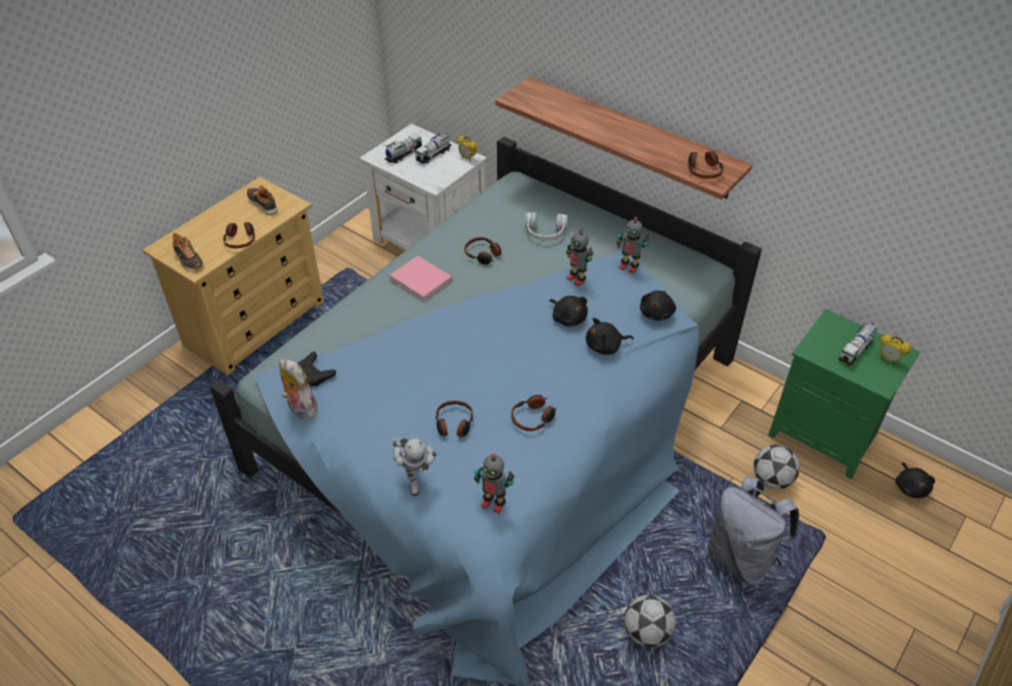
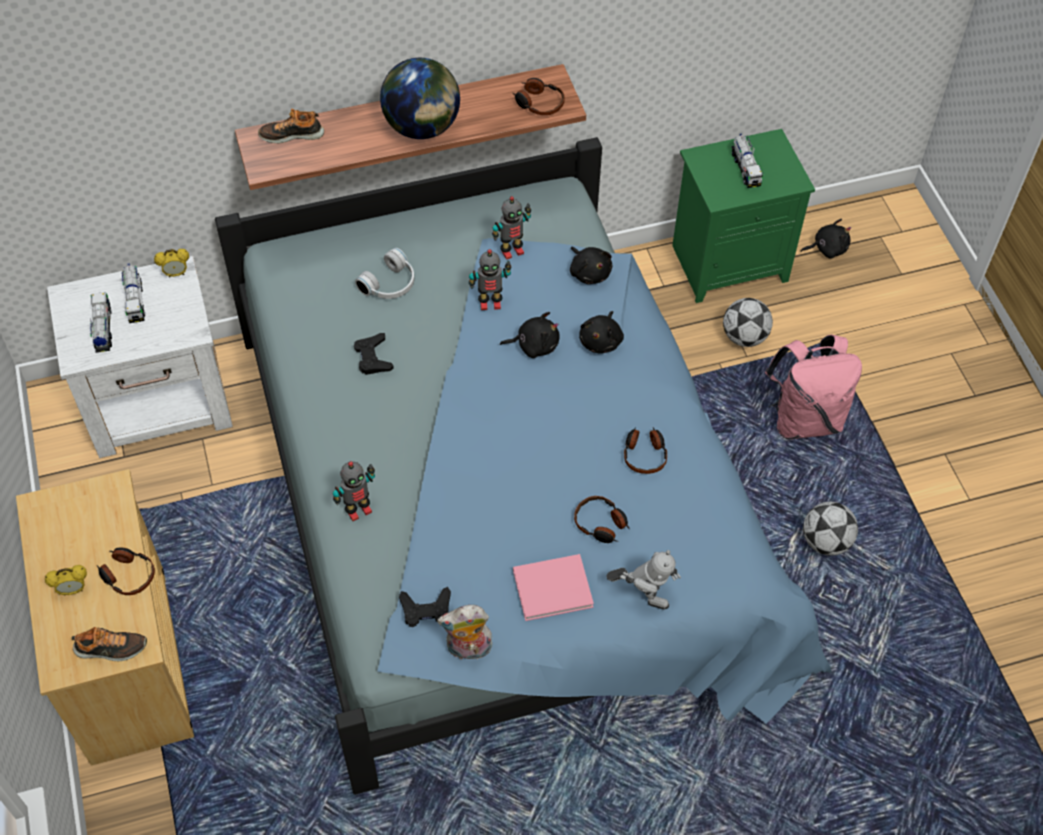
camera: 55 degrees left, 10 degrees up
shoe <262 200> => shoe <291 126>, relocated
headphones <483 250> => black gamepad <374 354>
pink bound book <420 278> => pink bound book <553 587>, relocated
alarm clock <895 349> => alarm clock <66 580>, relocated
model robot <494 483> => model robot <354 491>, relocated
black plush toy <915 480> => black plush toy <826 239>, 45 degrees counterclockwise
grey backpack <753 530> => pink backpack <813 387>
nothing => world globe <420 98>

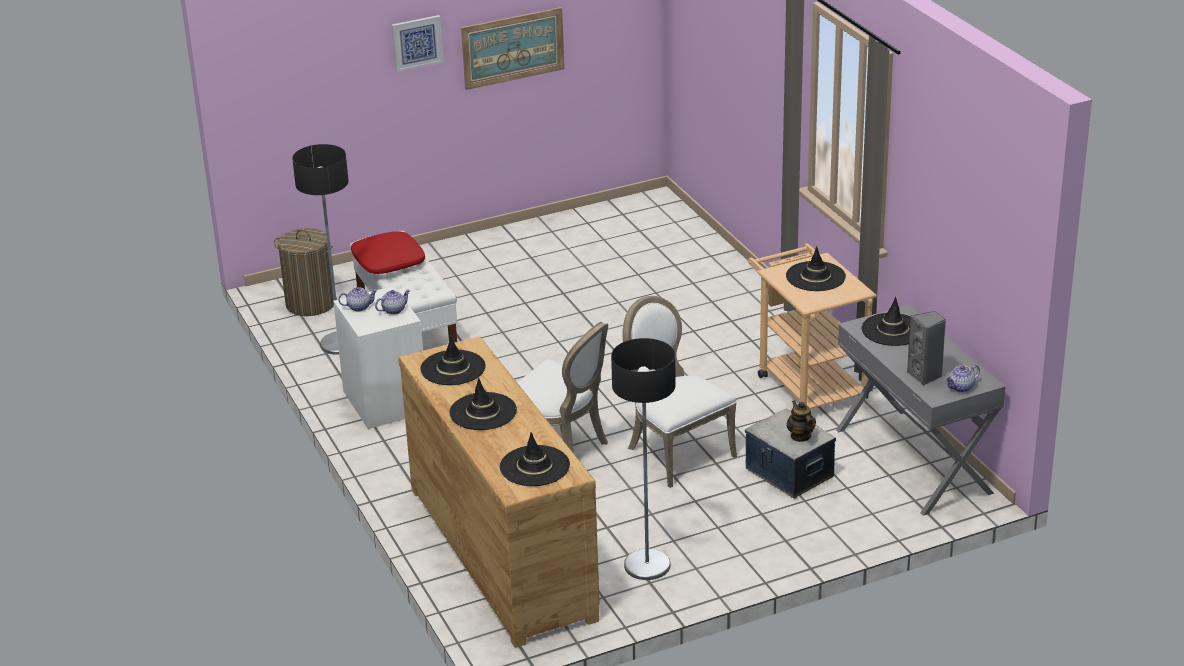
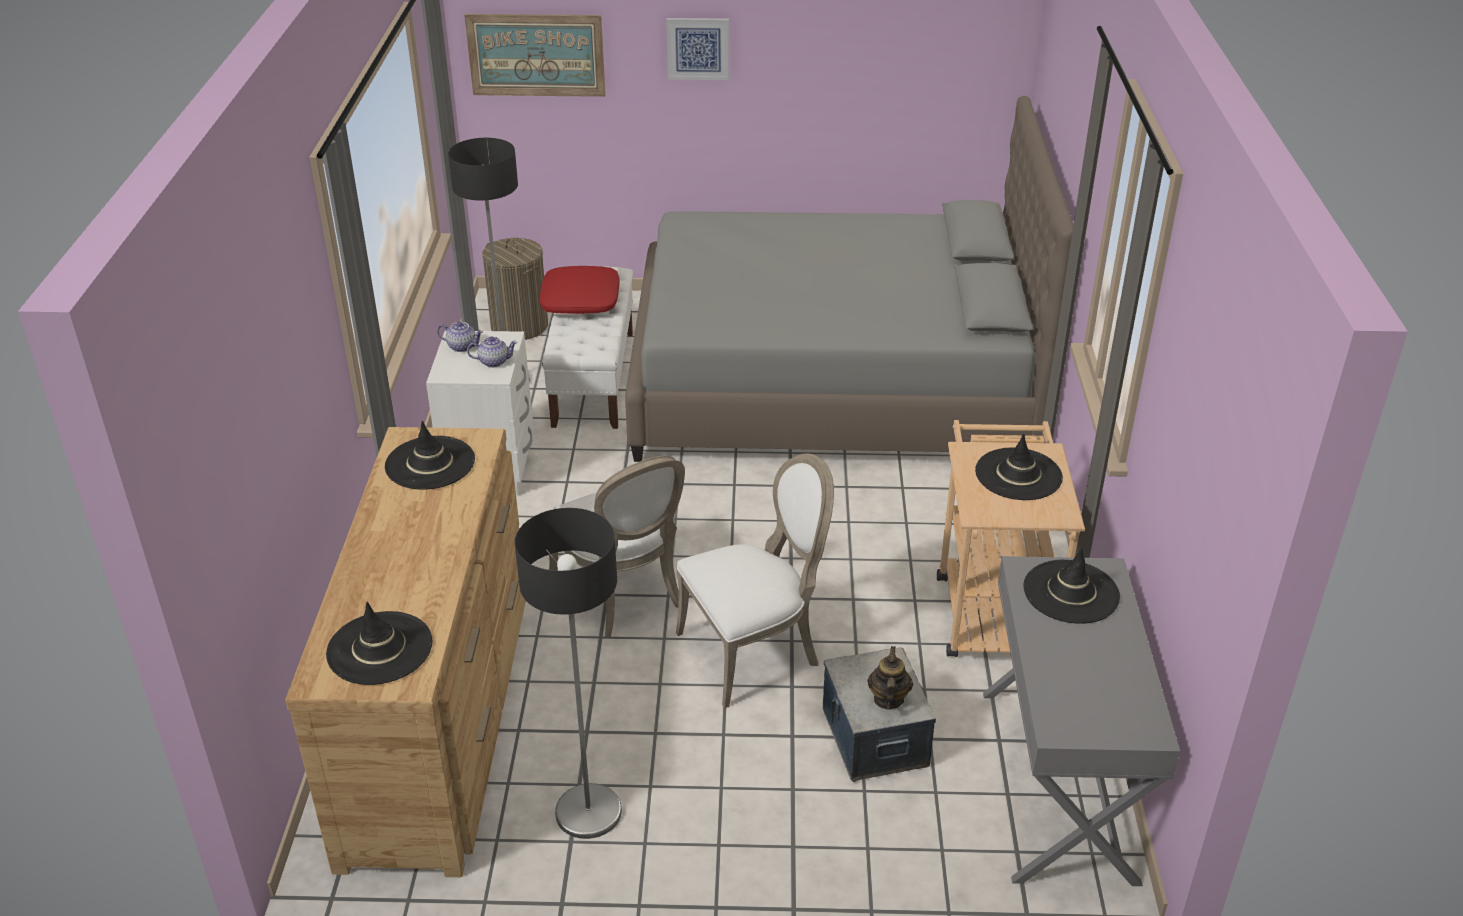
camera: 25 degrees right, 5 degrees up
picture <513 48> => picture <535 55>, relocated
white upright chair <680 392> => white upright chair <755 580>, 75 degrees clockwise
grey speaker <926 348> => nothing
tea pot <962 378> => nothing
black clothing hat <483 404> => nothing
nothing => grey bedroom bed <849 278>

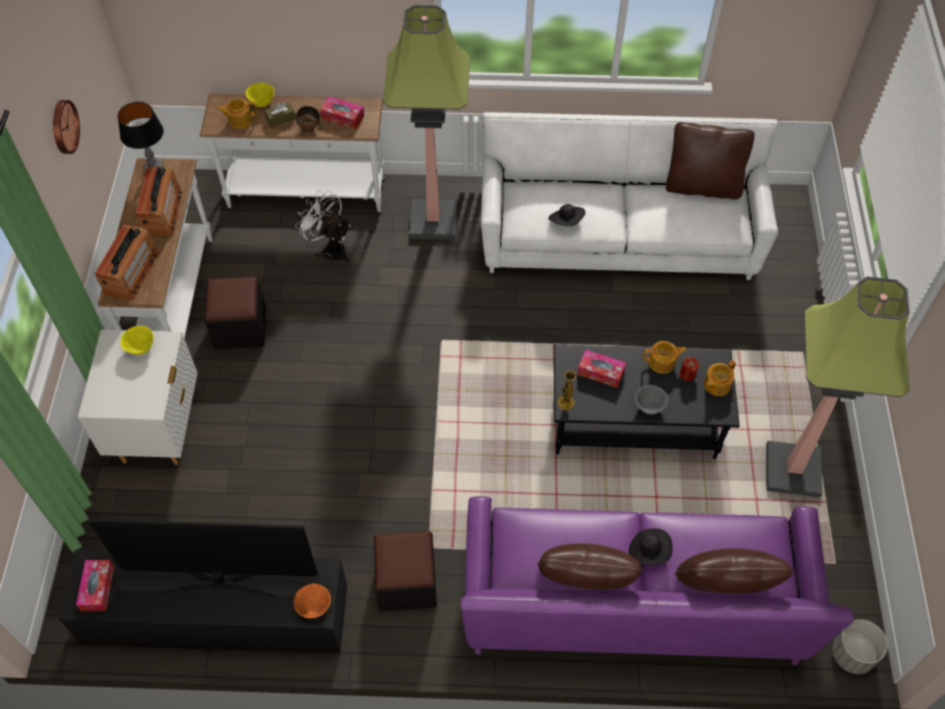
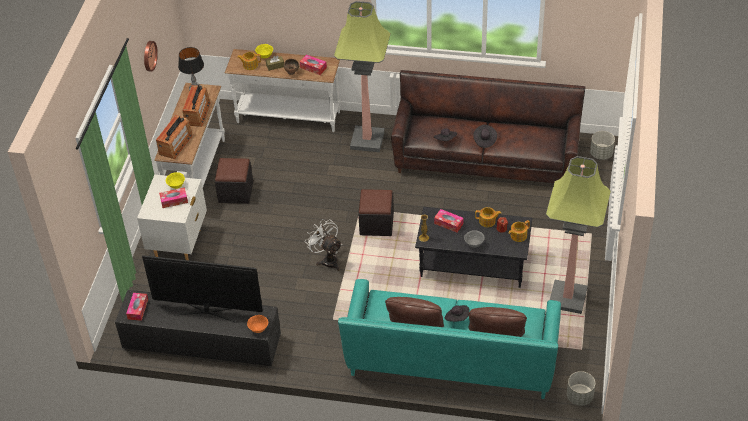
camera: 10 degrees right, 10 degrees down
white couch <629 196> => brown-coloured couch <488 126>
brown-coloured cushion <710 160> => nothing
white cooling fan <323 227> => white cooling fan <324 245>, relocated
purple-coloured couch <657 580> => blue-green couch <449 339>
black pouffe <405 571> => black pouffe <376 212>, relocated
nothing => black clothing hat <485 136>
nothing => grey plant pot <602 145>
nothing => tissue box <173 197>

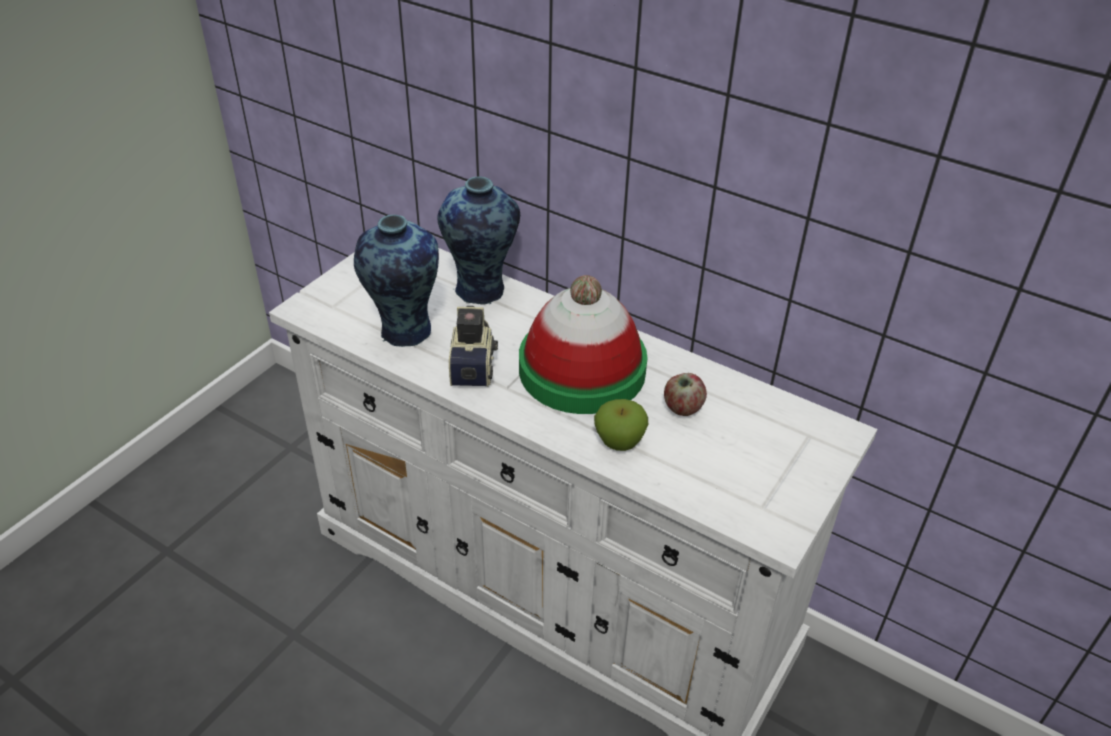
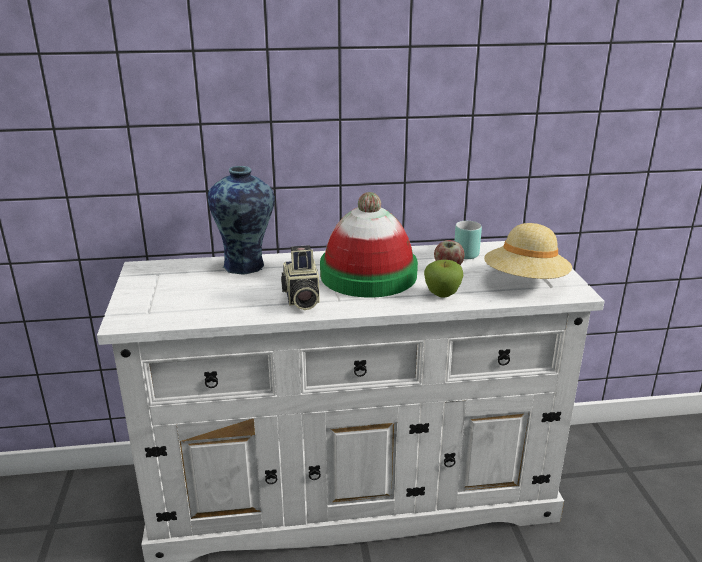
camera: 40 degrees left, 15 degrees down
flower vase <396 281> => nothing
photo camera <473 346> => photo camera <300 277>, 150 degrees counterclockwise
nothing => blue-green mug <468 240>
nothing => beige-coloured clothing hat <528 251>

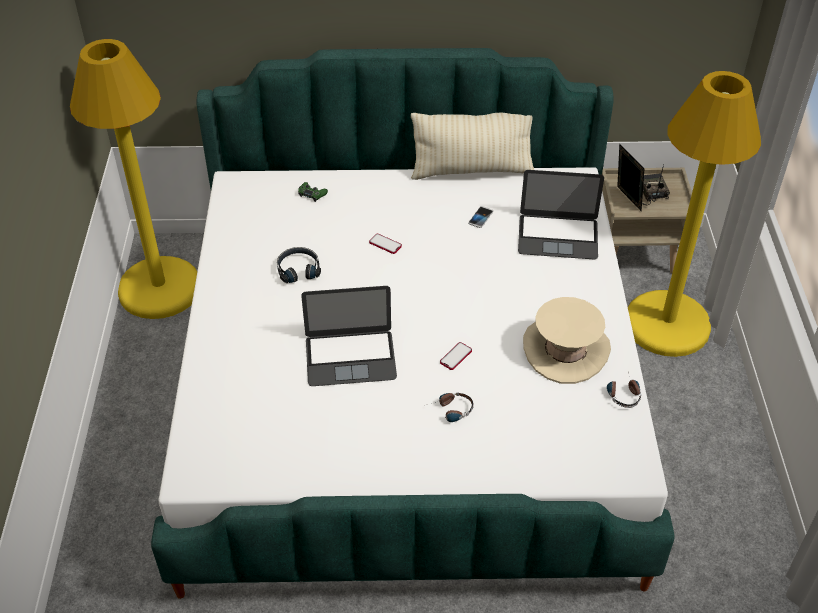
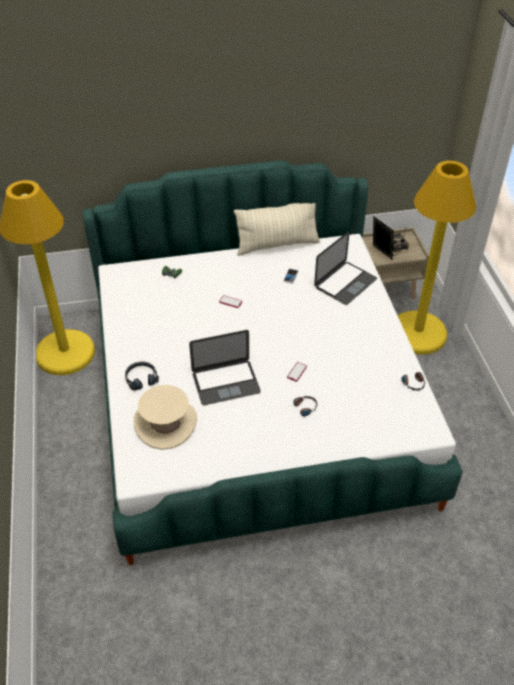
camera: 10 degrees left, 0 degrees up
notebook computer <561 214> => notebook computer <345 268>, 45 degrees counterclockwise
black headphones <299 265> => black headphones <142 376>, relocated
beige-coloured clothing hat <567 340> => beige-coloured clothing hat <165 417>, relocated

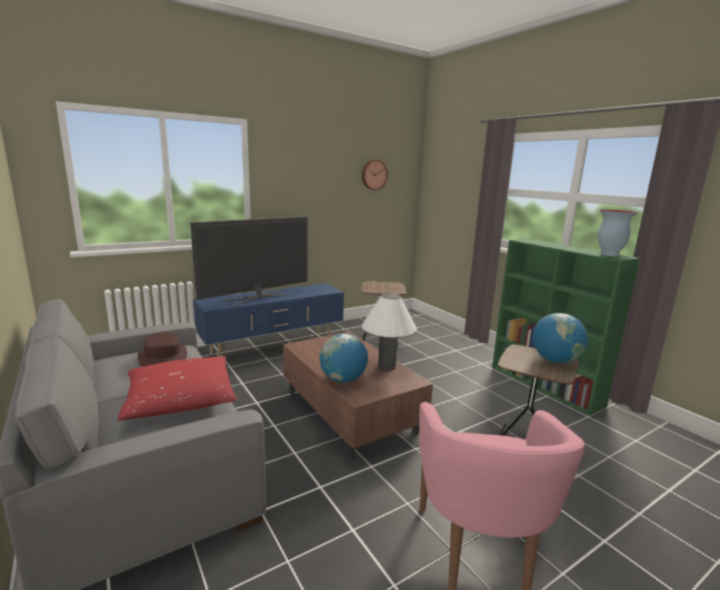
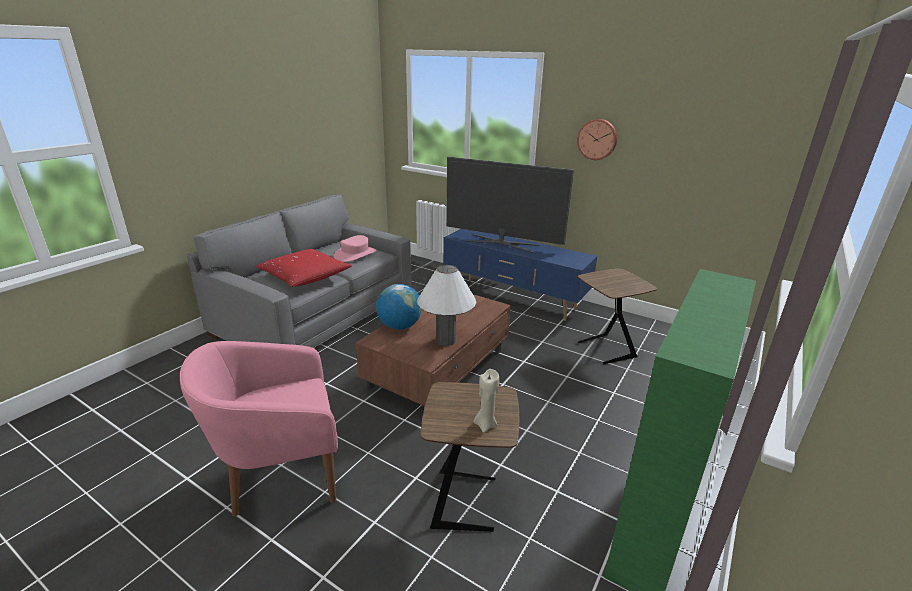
camera: 65 degrees right, 10 degrees up
wall clock <375 175> => wall clock <597 139>, relocated
flower vase <618 233> => nothing
world globe <560 338> => beige-coloured wax candle <486 401>
brown-coloured clothing hat <162 349> => pink clothing hat <355 248>

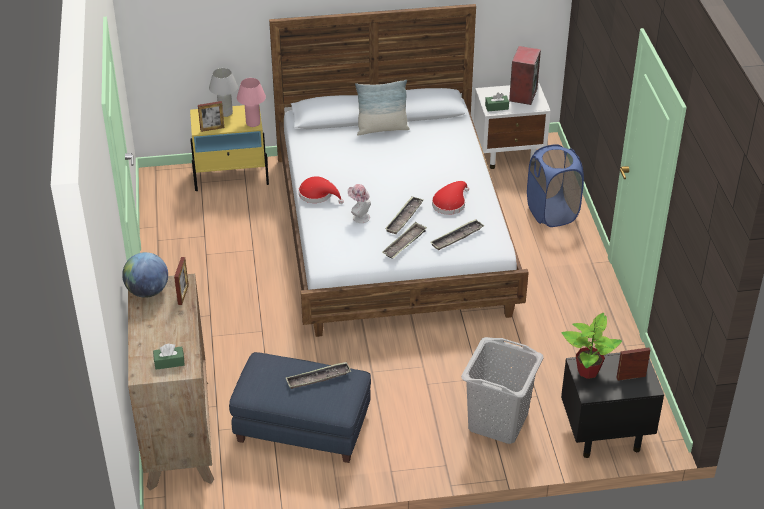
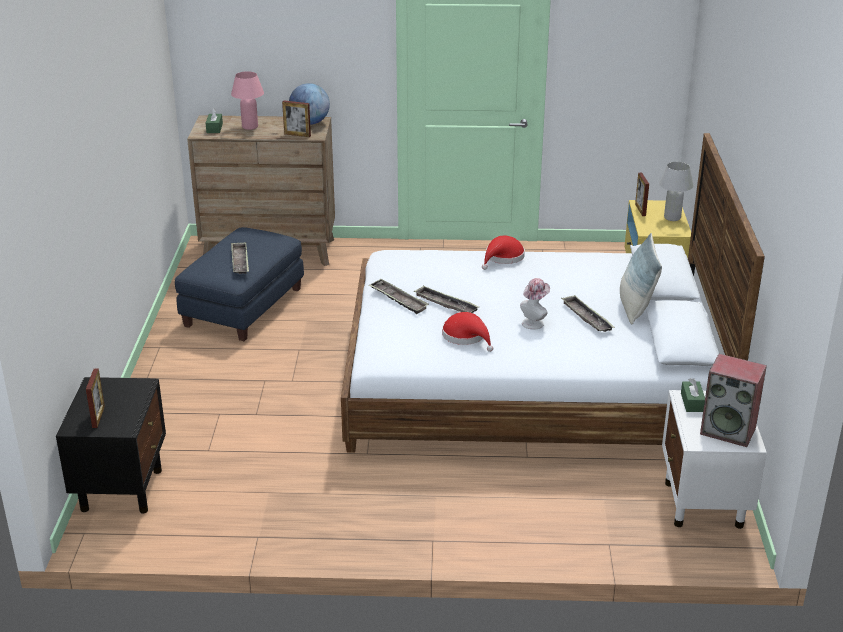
camera: 100 degrees right, 10 degrees down
pink tabletop lamp <251 102> => pink tabletop lamp <247 100>, relocated
blue laundry basket <555 185> => nothing
clothing hat <359 203> => clothing hat <535 304>, relocated
carrying tray <458 234> => carrying tray <588 313>, relocated
potted plant <592 346> => nothing
grey laundry basket <502 390> => nothing

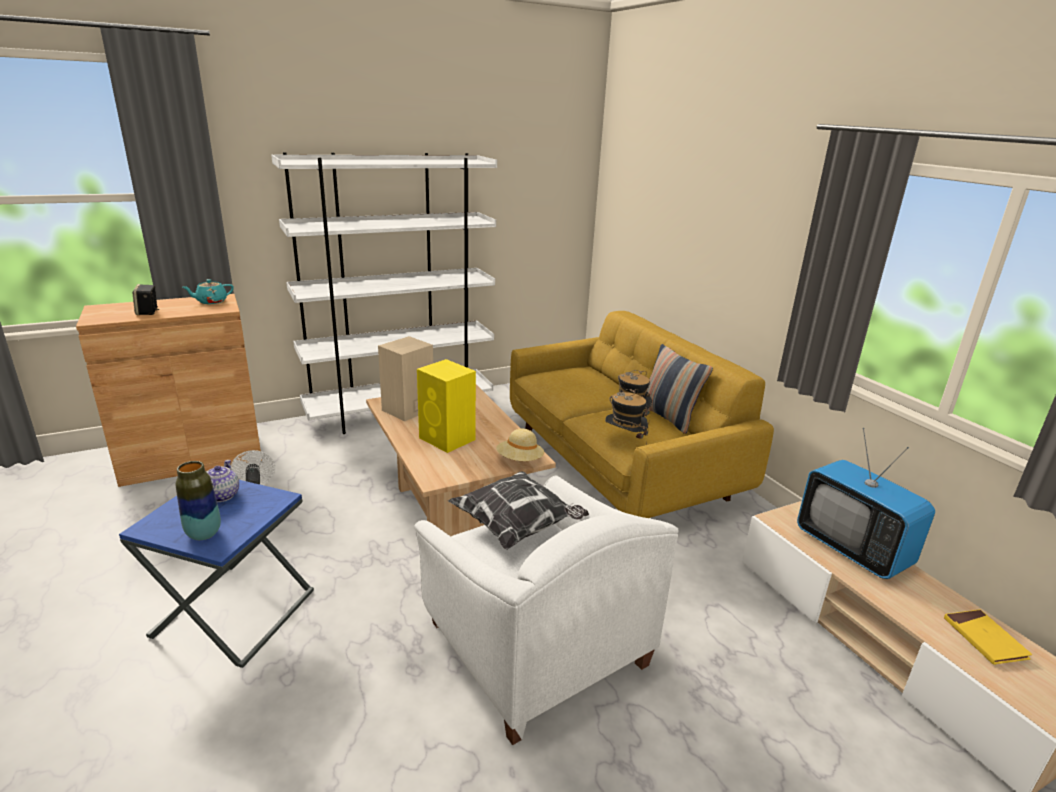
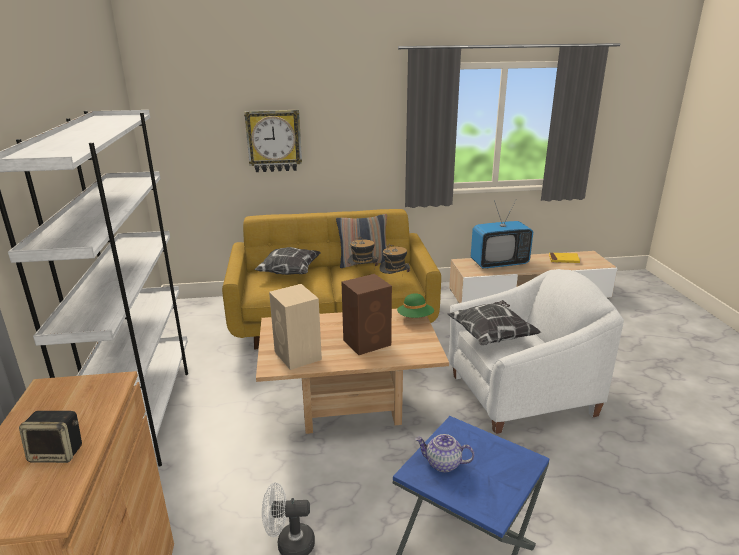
camera: 70 degrees left, 0 degrees up
blue-green tea pot <208 291> => nothing
yellowish speaker <446 406> => brown-coloured speaker <367 314>
beige-coloured clothing hat <520 445> => green clothing hat <415 305>
flower vase <198 500> => nothing
nothing => wall clock <273 141>
nothing => cushion <287 261>

